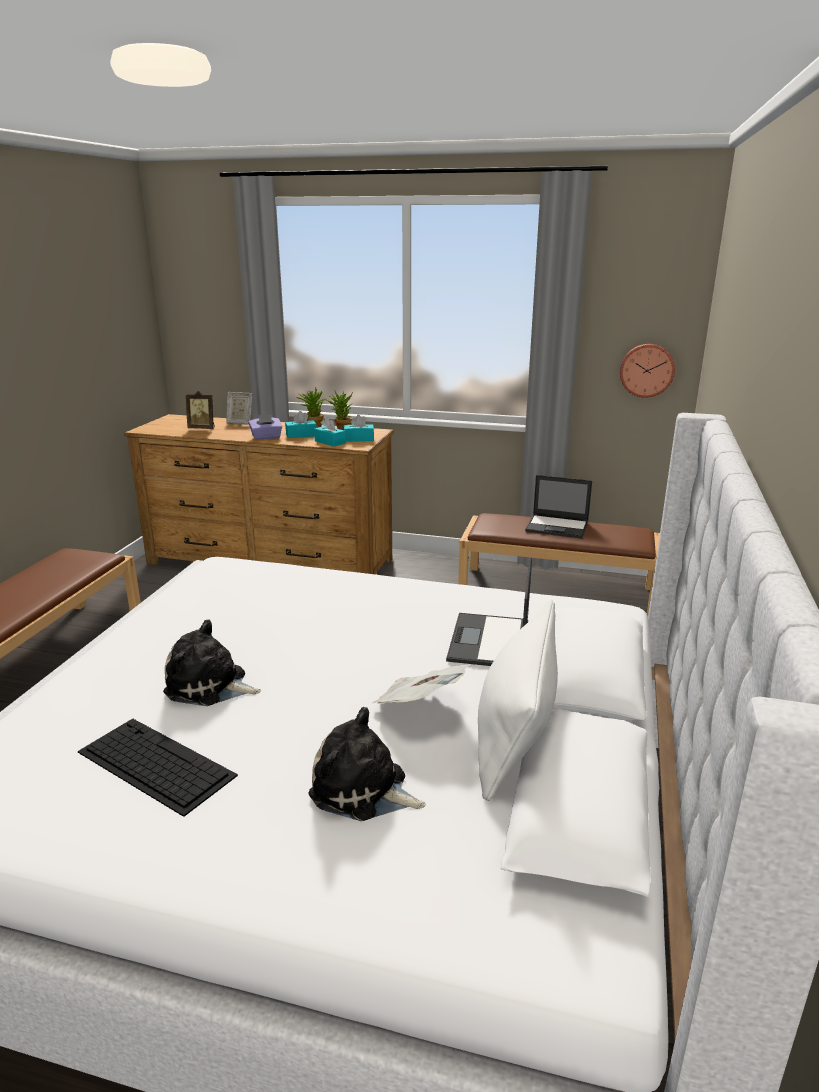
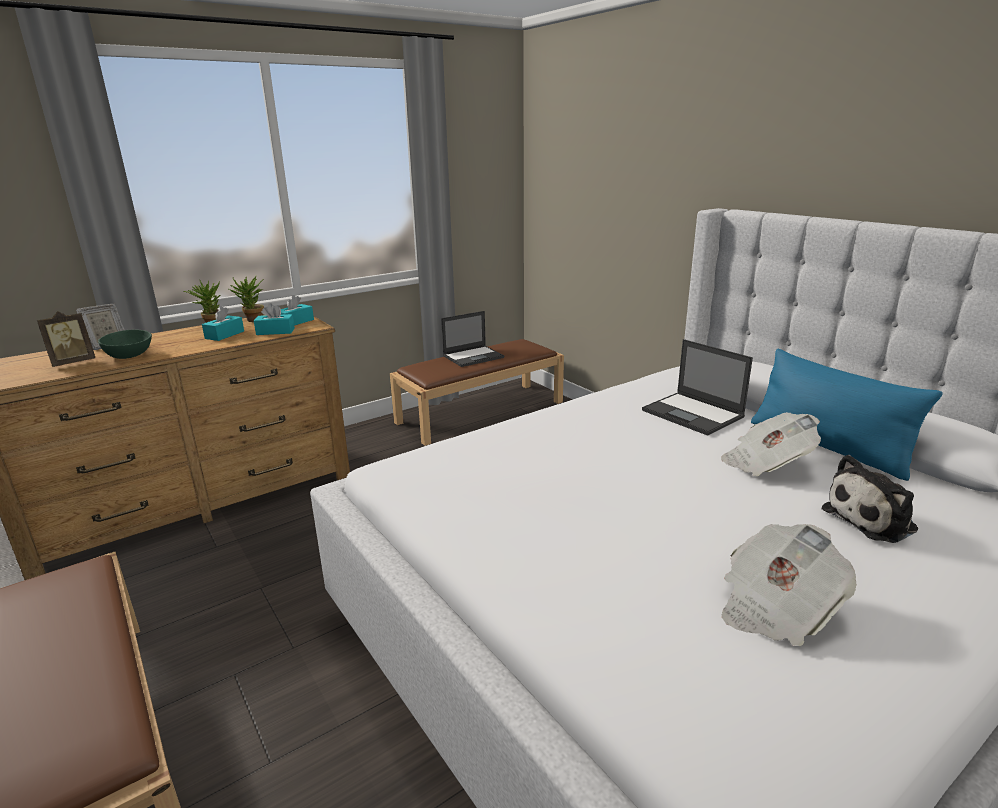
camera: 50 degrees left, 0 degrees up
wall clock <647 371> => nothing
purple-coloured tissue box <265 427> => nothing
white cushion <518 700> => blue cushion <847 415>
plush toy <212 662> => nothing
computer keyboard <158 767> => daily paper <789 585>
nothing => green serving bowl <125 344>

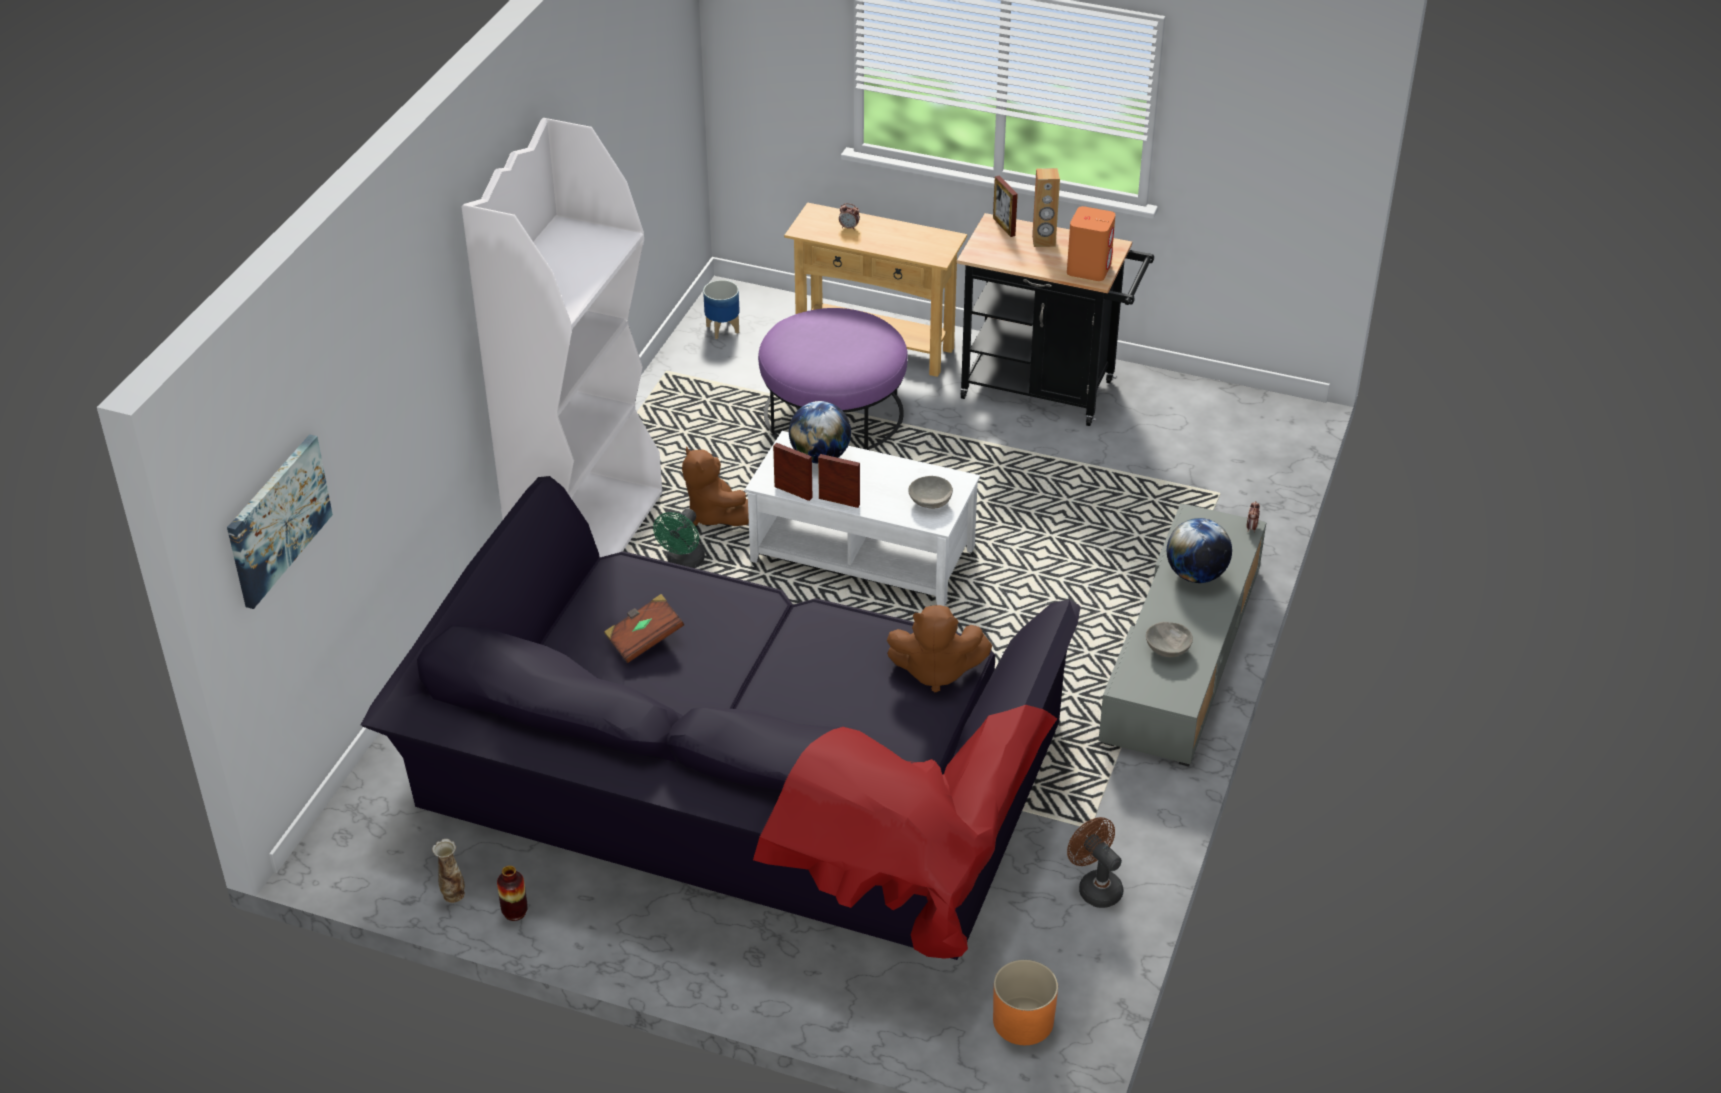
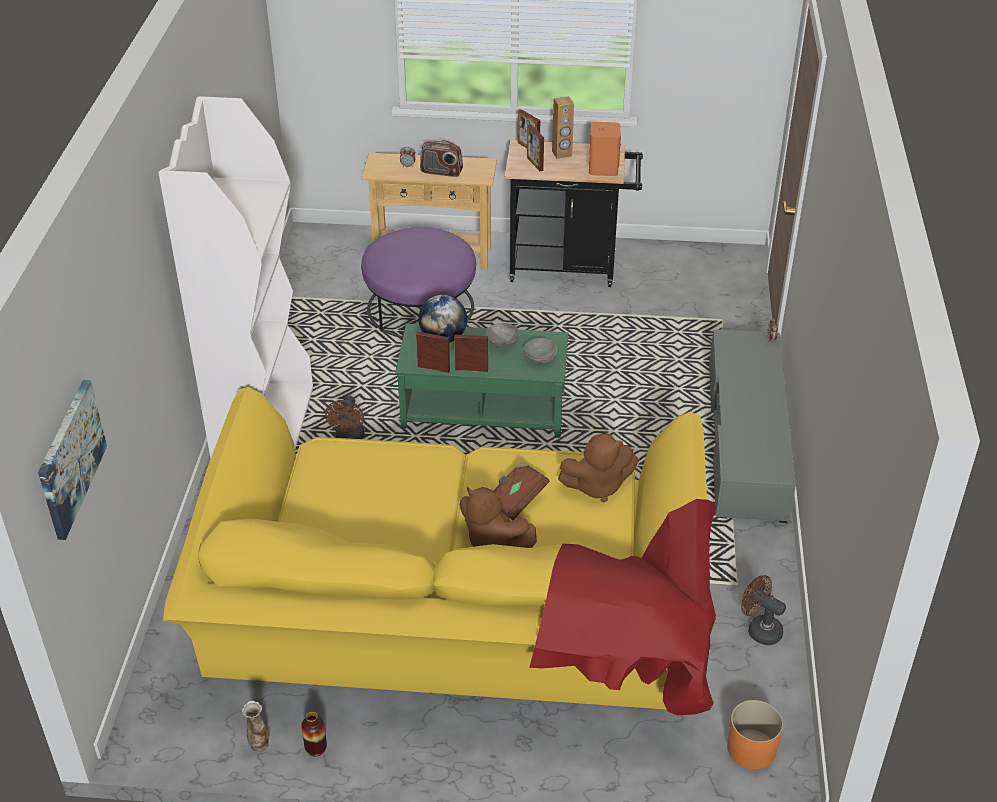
camera: 15 degrees left, 0 degrees up
plant pot <721 309> => nothing
white low table <862 518> => green low table <481 381>
brown-coloured plush toy <715 486> => brown-coloured plush toy <498 517>, relocated
black couch <720 718> => yellowish couch <440 551>
green cooling fan <679 538> => brown-coloured cooling fan <345 417>
world globe <1199 550> => nothing
brown-coloured bound book <644 628> => brown-coloured bound book <521 490>, relocated
grey serving bowl <1169 639> => grey serving bowl <503 335>, relocated
nothing => photo frame <535 147>
nothing => radio set <441 158>

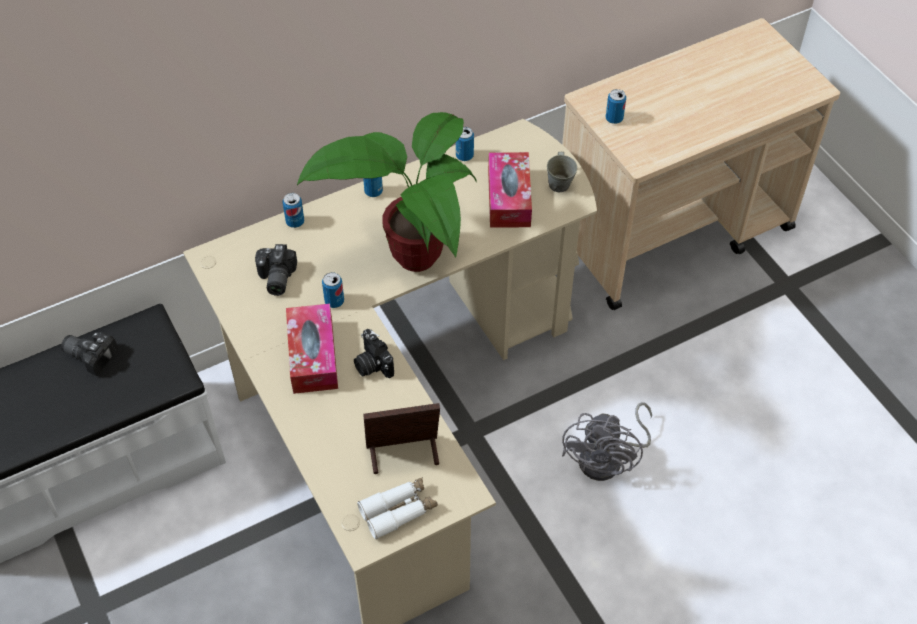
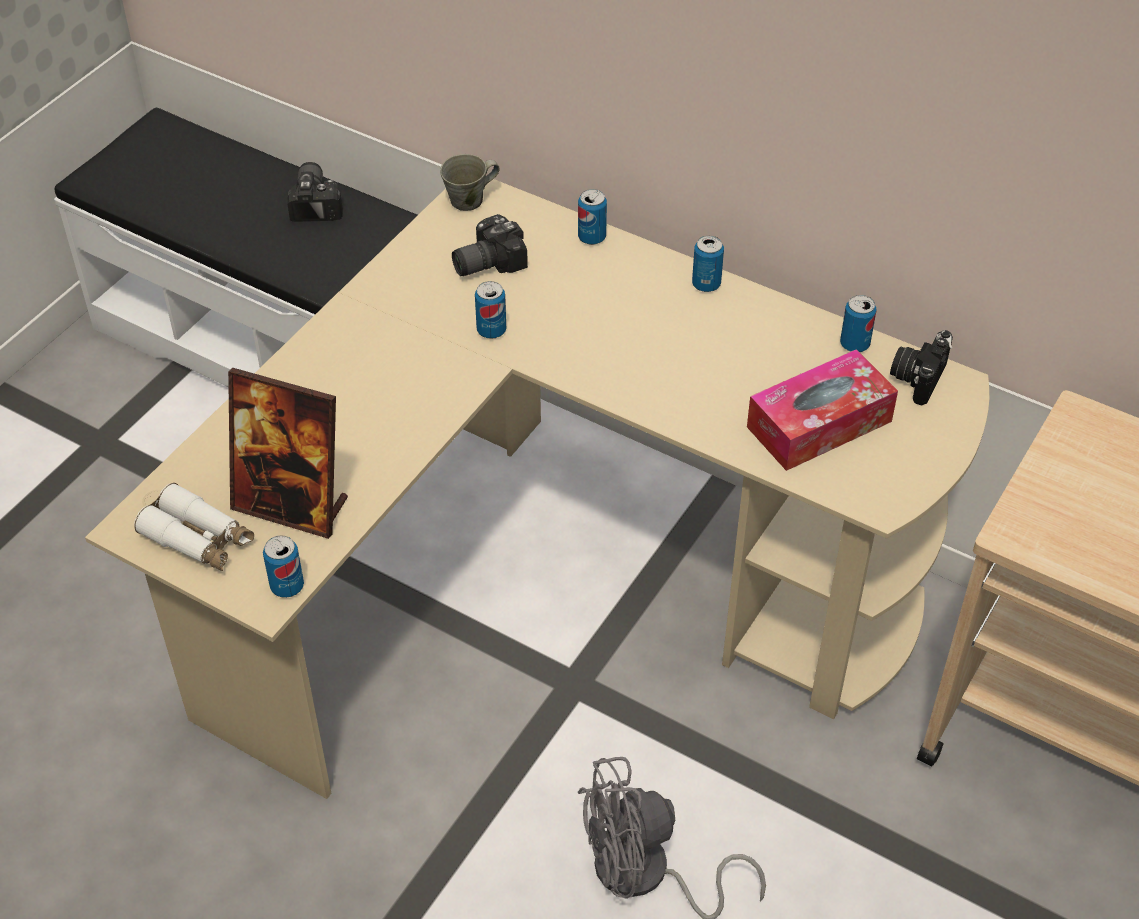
camera: 60 degrees right, 5 degrees down
sealed can <616 106> => sealed can <283 566>, relocated
potted plant <386 192> => nothing
grey mug <562 172> => grey mug <470 182>, relocated
tissue box <312 349> => nothing
photo camera <374 353> => photo camera <921 368>, relocated
photo frame <401 438> => photo frame <288 453>, 150 degrees clockwise

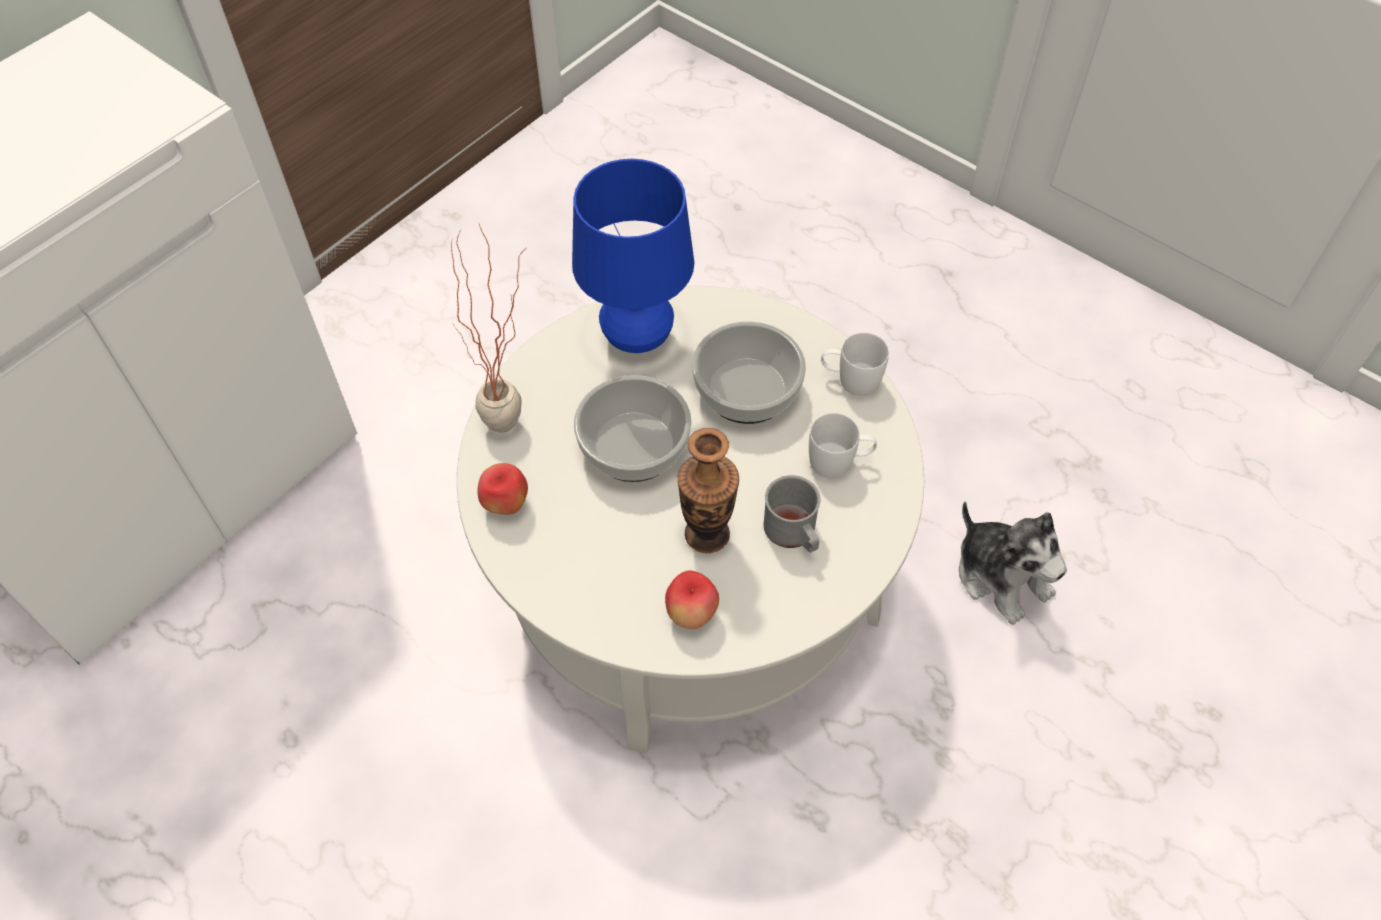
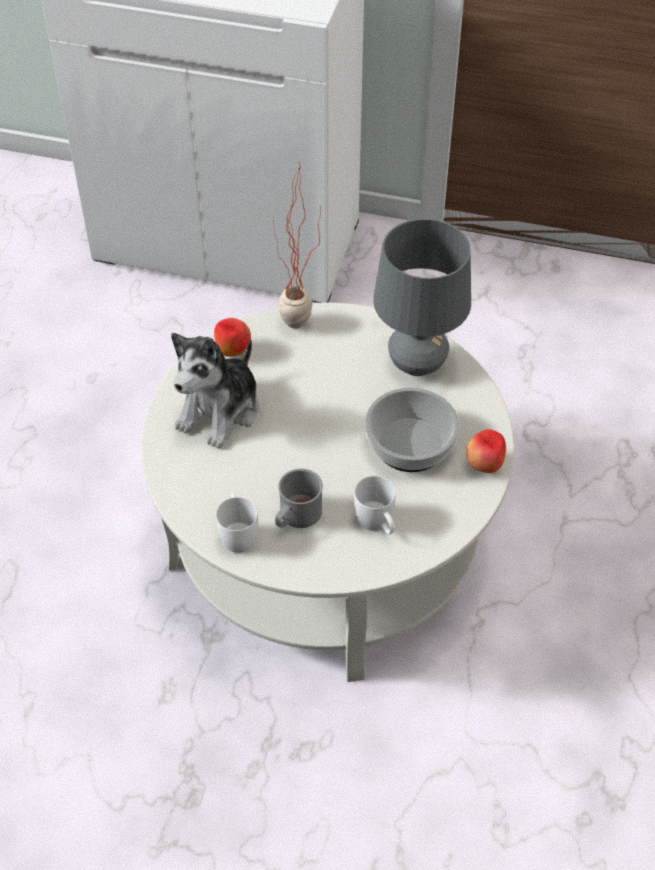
camera: 65 degrees right, 5 degrees down
blue tabletop lamp <633 256> => grey tabletop lamp <422 297>
white mug <855 364> => white mug <237 523>, relocated
serving bowl <632 428> => nothing
flower vase <708 490> => nothing
plush toy <1013 563> => plush toy <215 391>, relocated
whole apple <692 600> => whole apple <486 451>, relocated

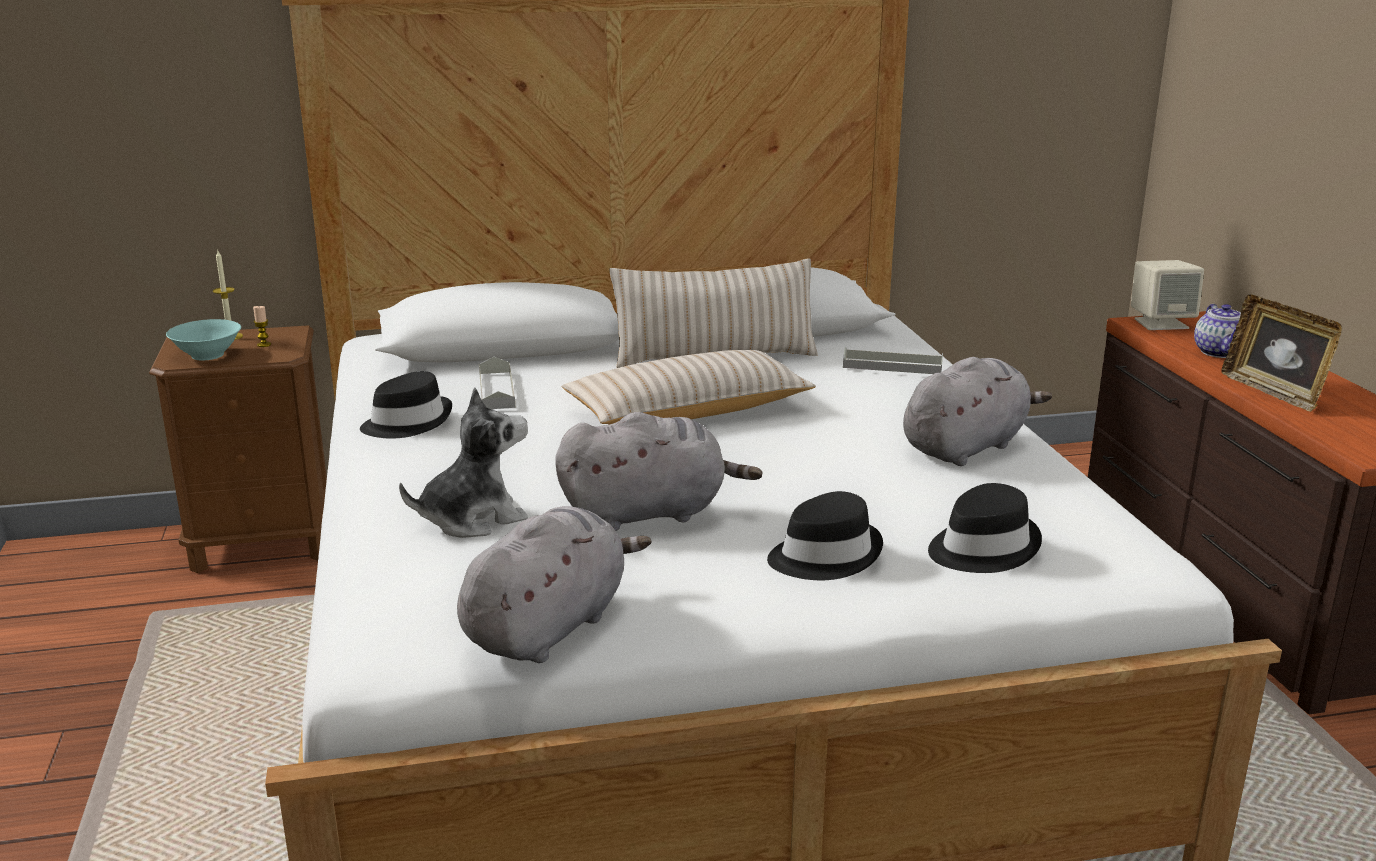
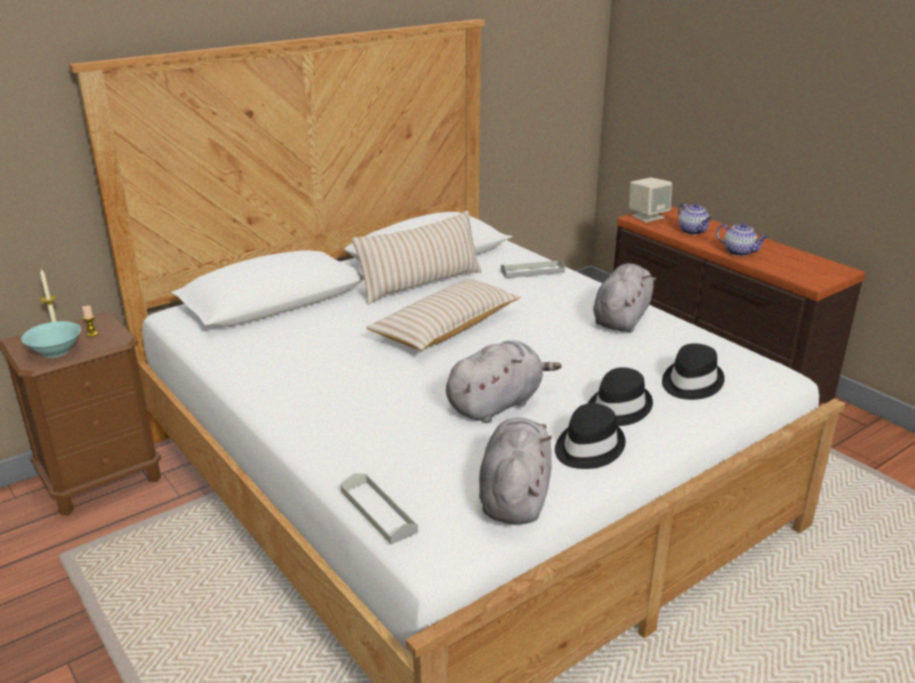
camera: 25 degrees left, 5 degrees up
photo frame <1282 353> => tea pot <742 239>
grey carrying tray <497 383> => grey carrying tray <379 509>, relocated
black clothing hat <406 405> => black clothing hat <590 436>, relocated
plush toy <463 463> => nothing

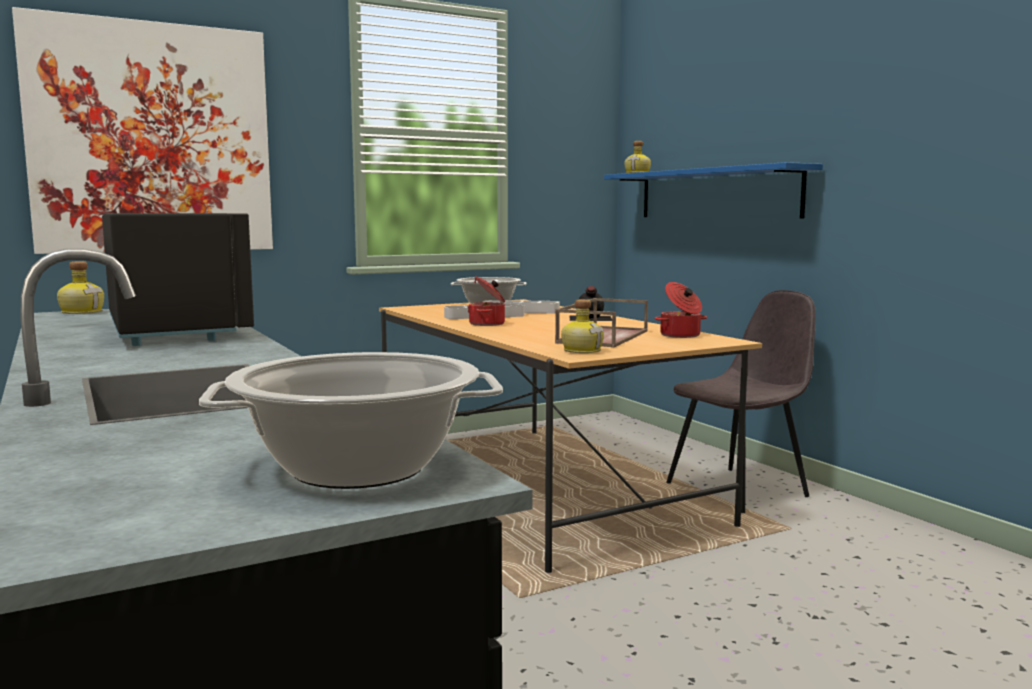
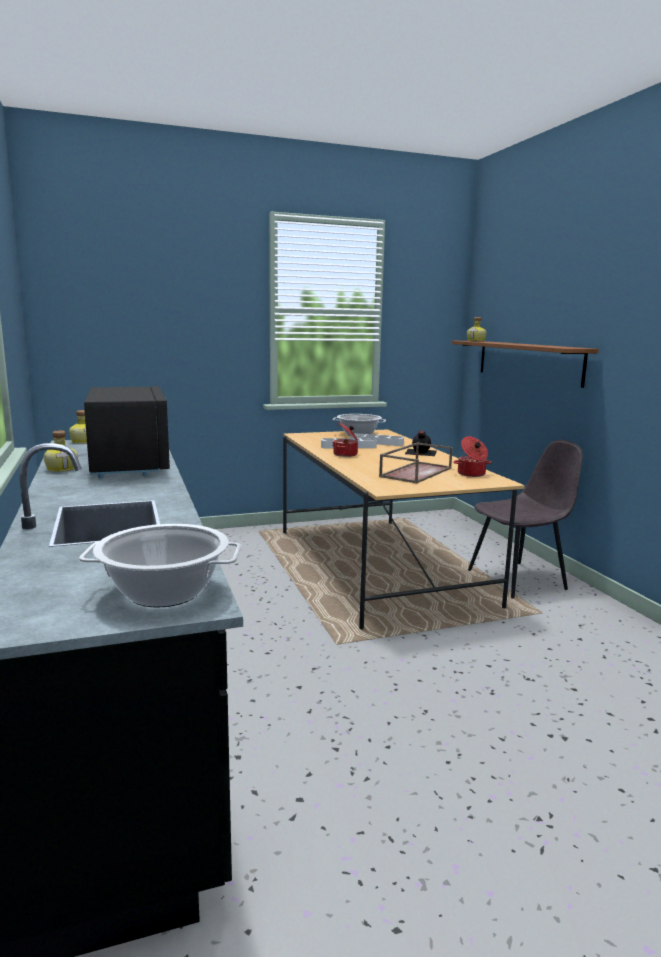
camera: 10 degrees right, 5 degrees up
picture <142 130> => nothing
blue bracket shelf <713 190> => brown-coloured bracket shelf <525 364>
bottle <582 326> => bottle <61 451>, relocated

